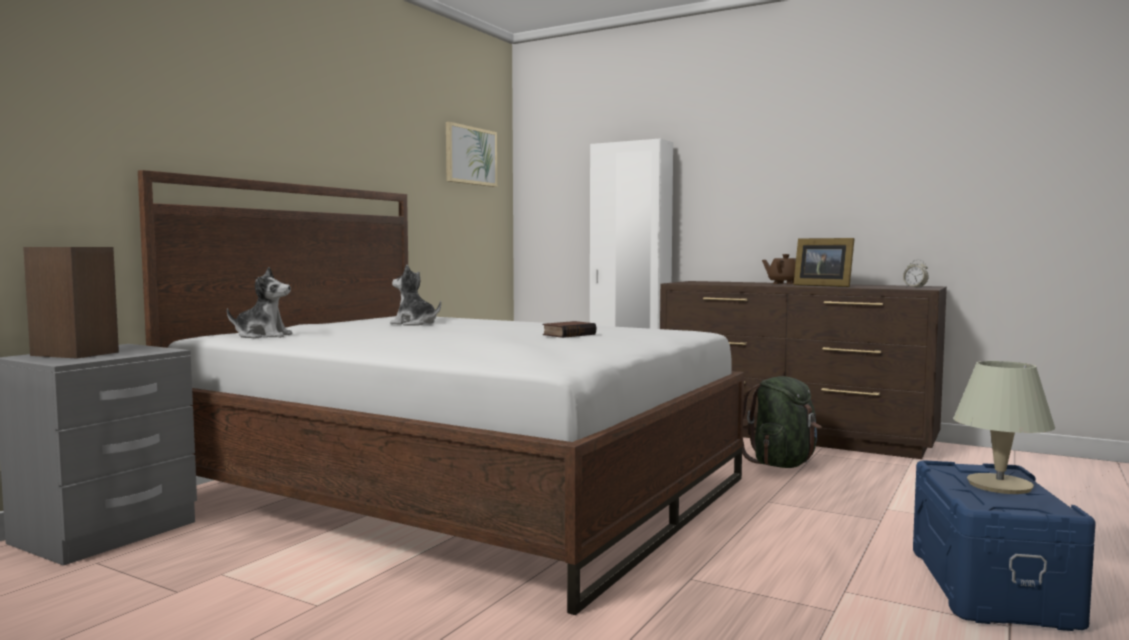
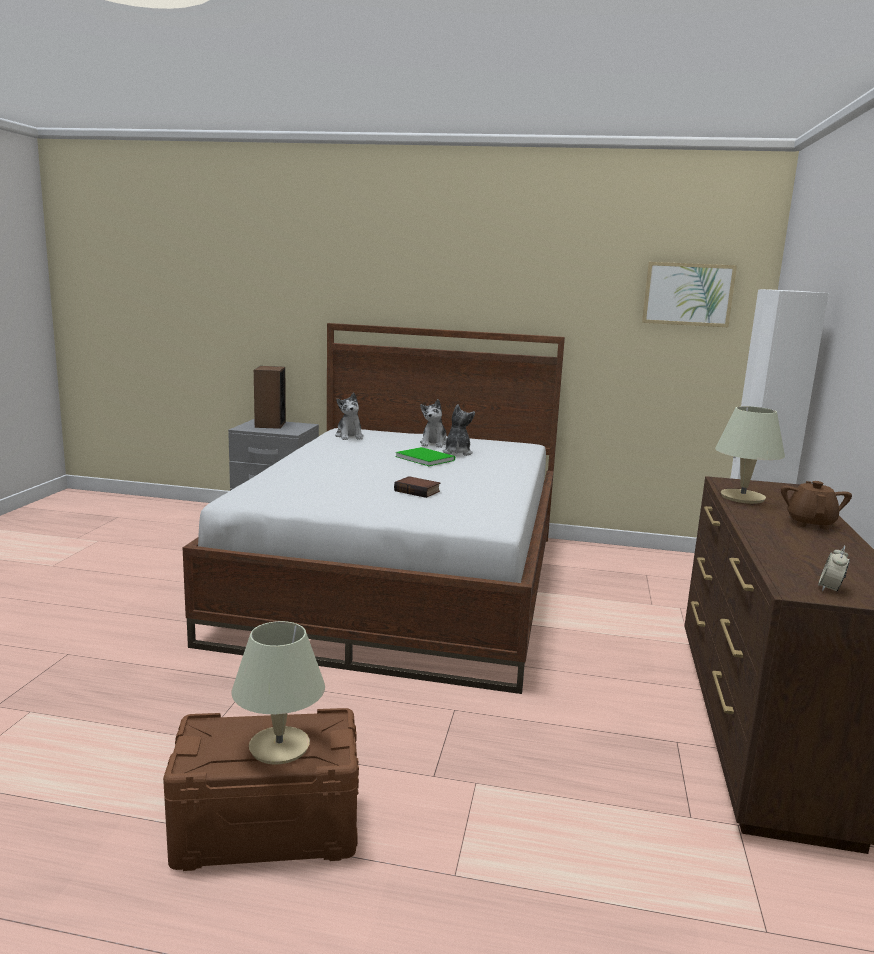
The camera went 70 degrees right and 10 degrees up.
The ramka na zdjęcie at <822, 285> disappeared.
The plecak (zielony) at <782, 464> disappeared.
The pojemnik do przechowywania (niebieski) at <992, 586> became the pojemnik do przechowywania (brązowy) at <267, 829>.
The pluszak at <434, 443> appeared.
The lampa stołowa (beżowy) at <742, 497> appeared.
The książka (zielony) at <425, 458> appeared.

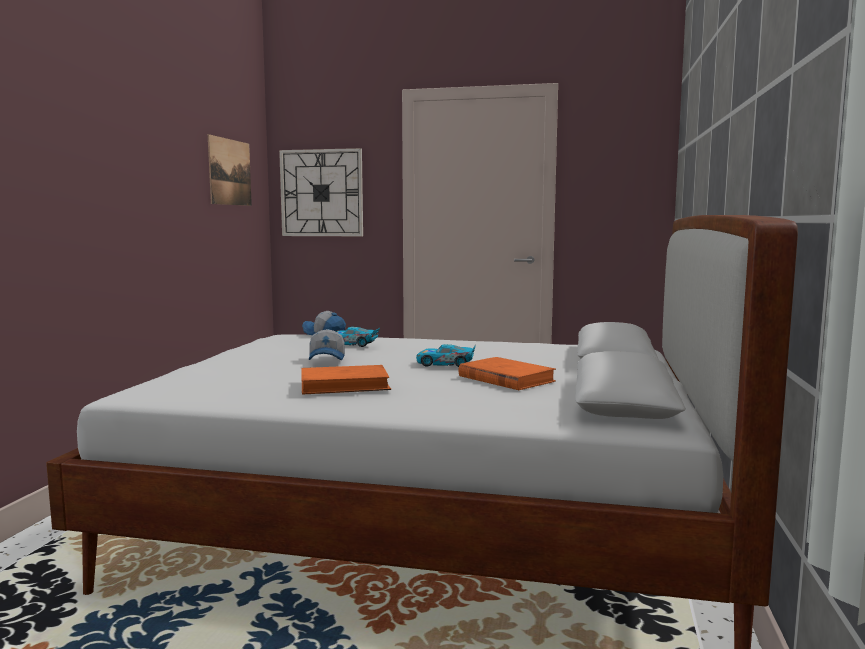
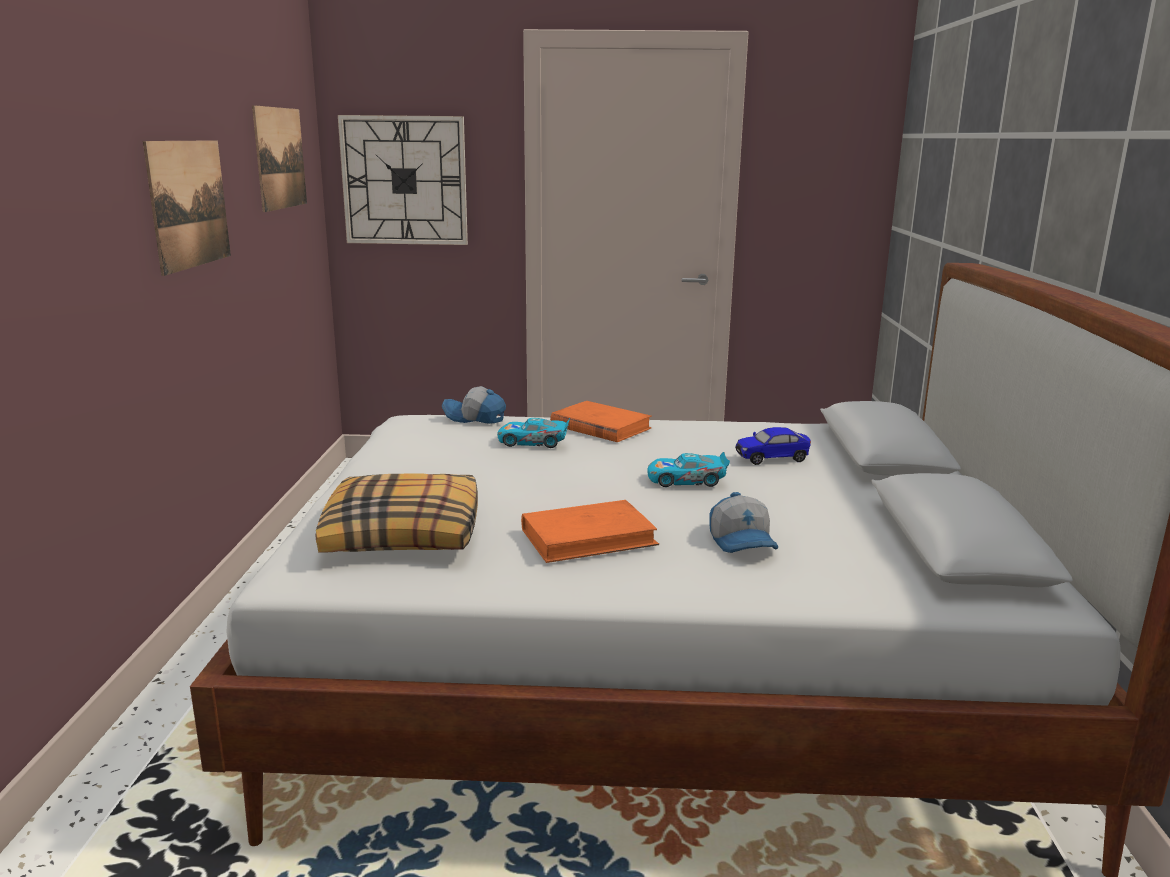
The camera went 10 degrees left and 10 degrees up.
The czapka z daszkiem moved from <328, 358> to <743, 542>.
The książka (pomarańczowy) moved from <505, 379> to <600, 427>.
The obraz at <189, 204> appeared.
The samochodzik at <771, 458> appeared.
The poduszka at <404, 533> appeared.

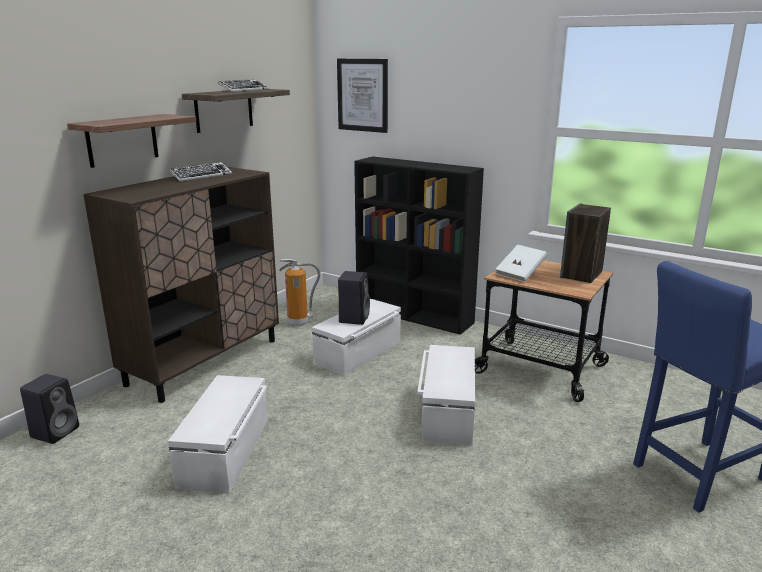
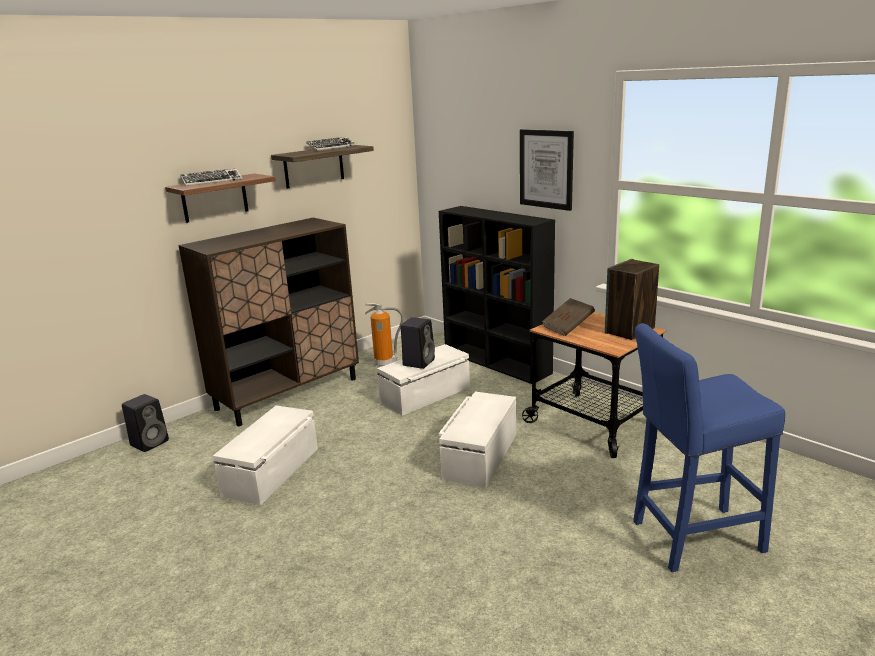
The camera went 15 degrees right and 0 degrees up.
The obraz moved from <362, 95> to <546, 169>.
The klawiatura moved from <201, 176> to <212, 181>.
The książka (biały) at <520, 274> became the książka (brązowy) at <568, 327>.

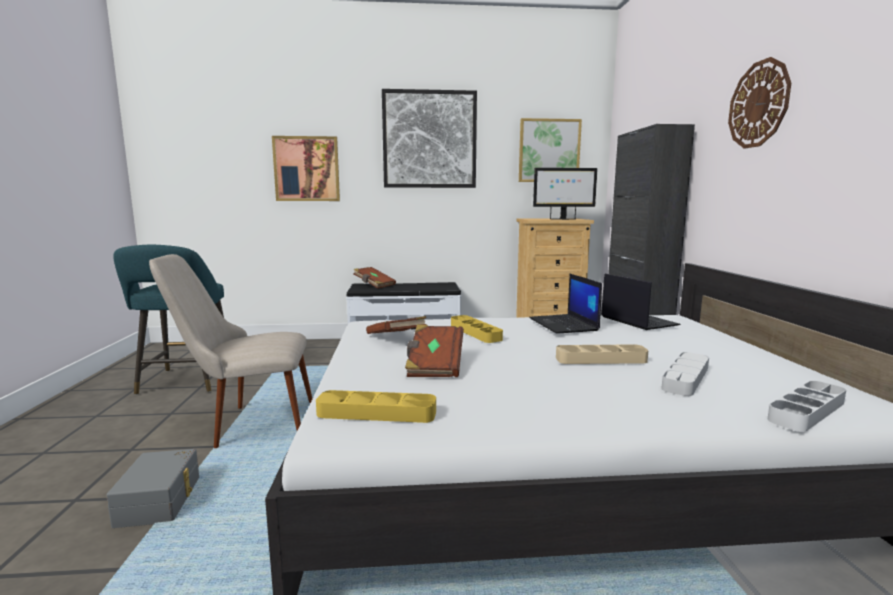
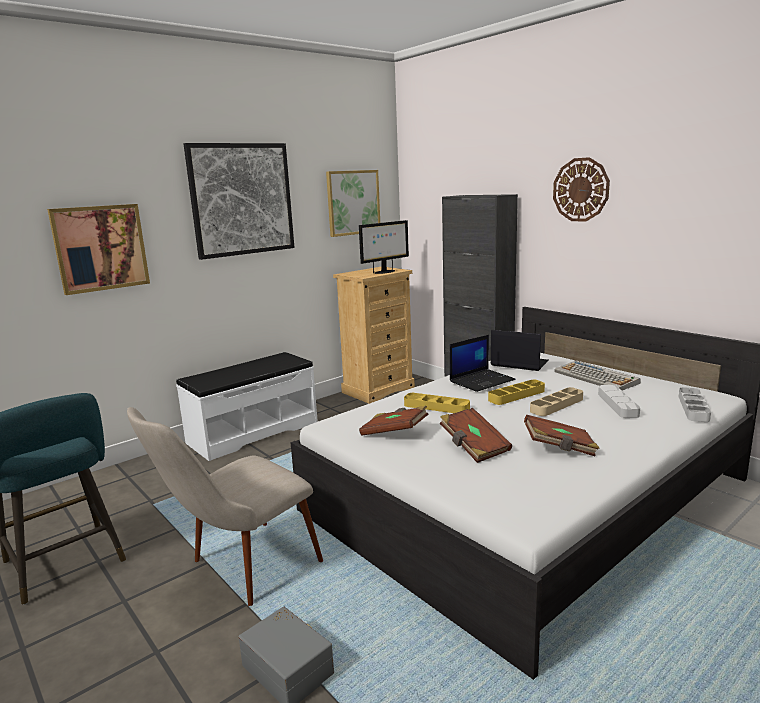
The camera went 35 degrees left and 5 degrees up.
The książka (brązowy) moved from <374, 285> to <559, 448>.
The laptop at <564, 324> turned 75 degrees counterclockwise.
The taca (żółty) moved from <376, 413> to <516, 395>.
The klawiatura at <596, 377> appeared.

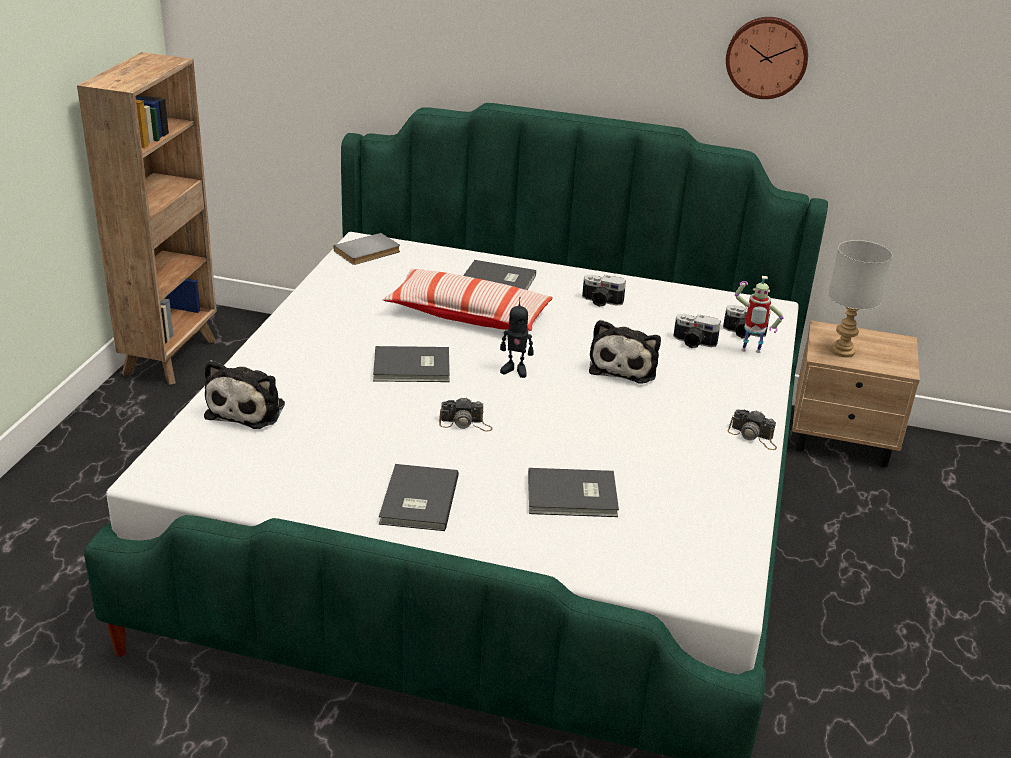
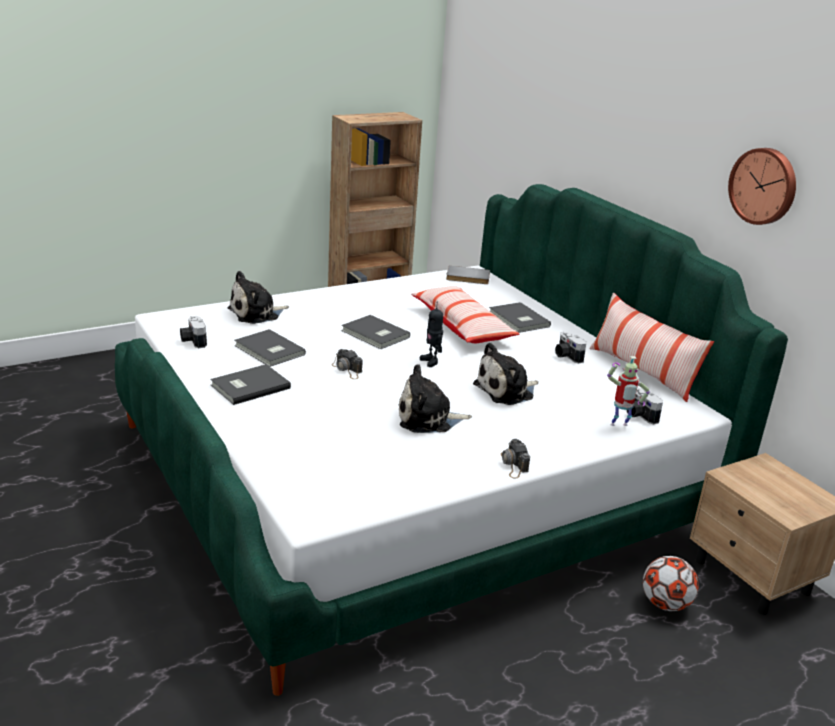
The camera went 45 degrees right and 5 degrees down.
The lampa stołowa (szary) at <842, 351> disappeared.
The robot zabawkowy at <750, 352> turned 60 degrees counterclockwise.
The aparat fotograficzny moved from <693, 343> to <192, 341>.
The książka (szary) moved from <573, 497> to <268, 351>.
The poduszka at <642, 372> appeared.
The pluszak at <428, 419> appeared.
The piłka futbolowa at <665, 604> appeared.

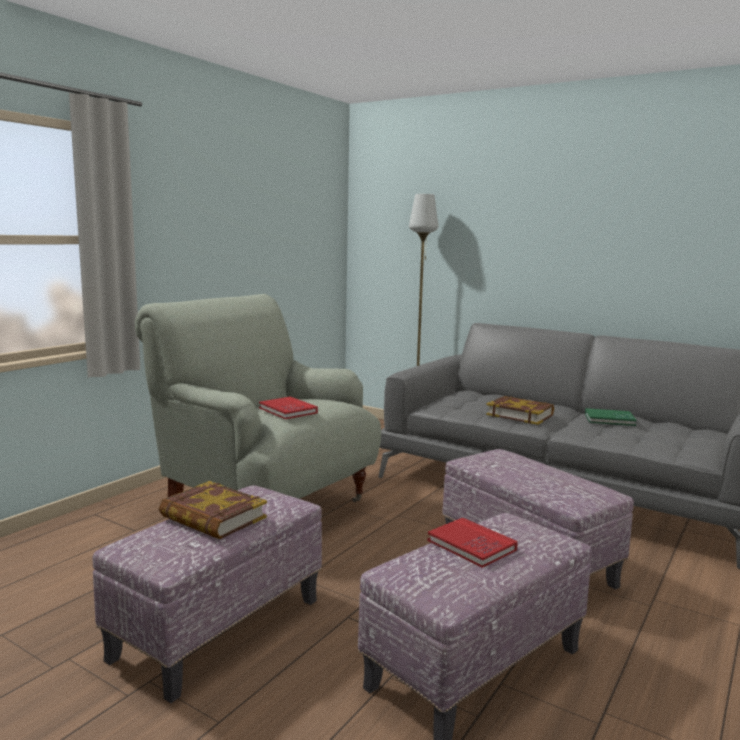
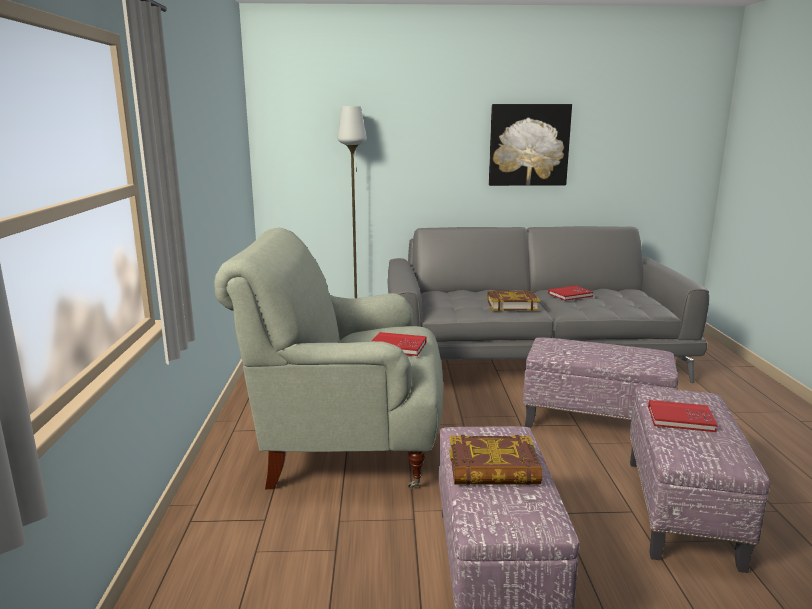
The camera went 35 degrees left and 5 degrees up.
The książka (zielony) at <609, 419> became the książka (czerwony) at <570, 295>.
The obraz at <528, 145> appeared.

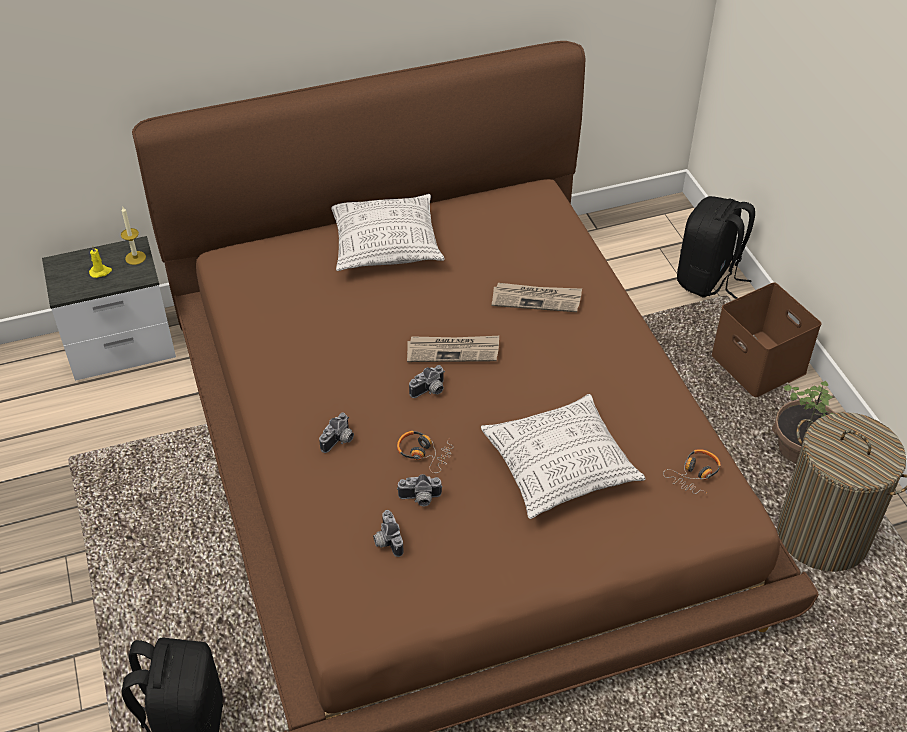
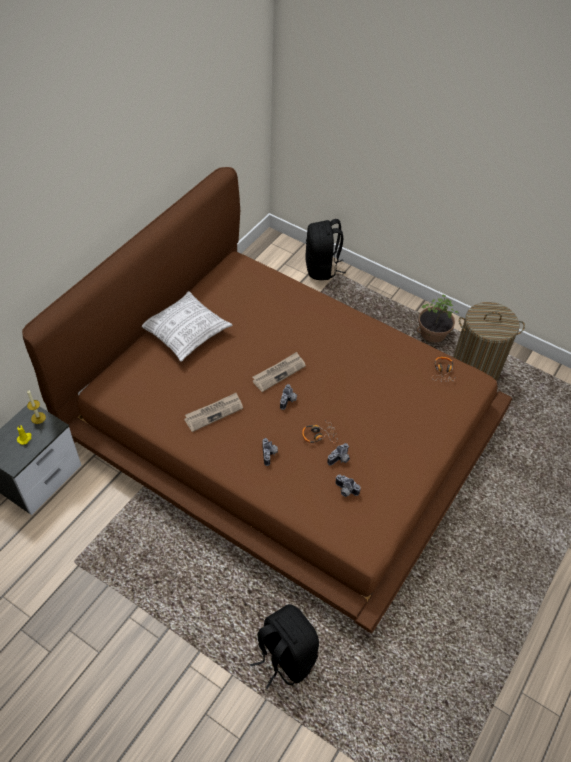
The camera went 40 degrees left and 5 degrees up.
The pojemnik do przechowywania (brązowy) at <760, 365> disappeared.
The gazeta moved from <536, 299> to <214, 412>.
The poduszka at <560, 467> disappeared.

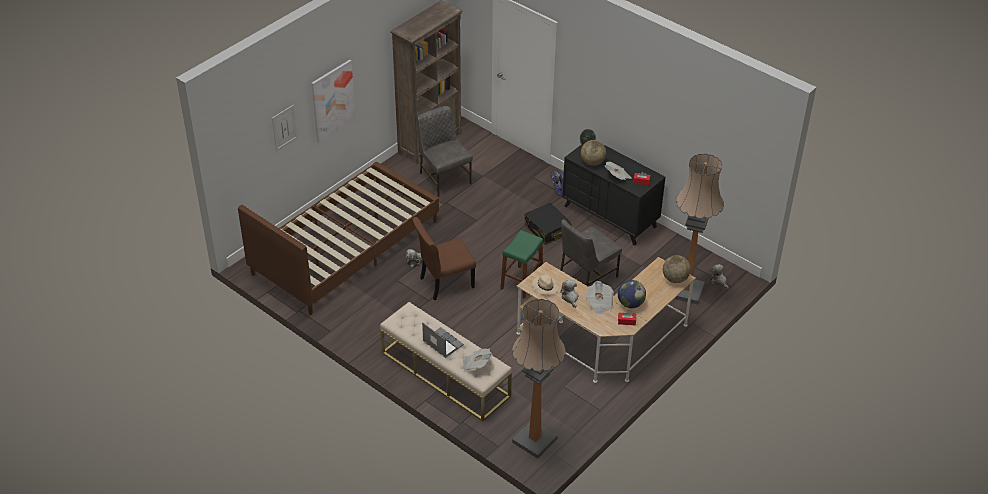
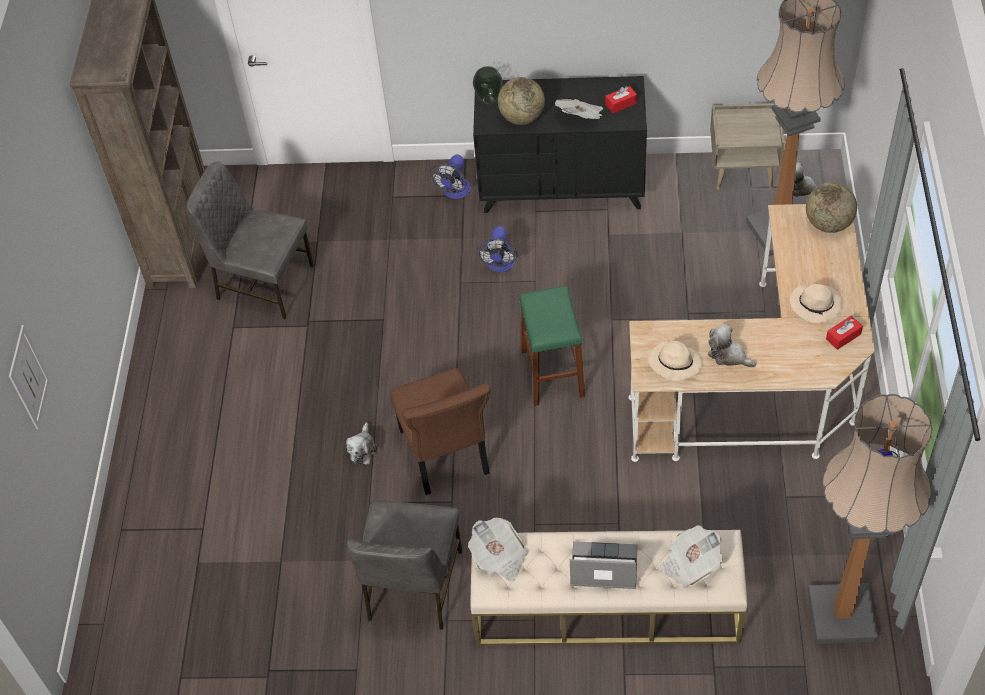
The camera went 35 degrees left and 10 degrees up.
The obraz at <332, 100> disappeared.
The łóżko (brązowy) at <345, 247> disappeared.
The walizka (czarny) at <547, 229> was replaced by the wentylator at <500, 265>.
The krzesło (brązowy) at <444, 283> turned 45 degrees counterclockwise.
The krzesło (szary) moved from <587, 276> to <412, 587>.
The globus at <630, 304> was replaced by the kapelusz (beżowy) at <816, 305>.
The gazeta moved from <599, 304> to <499, 557>.
The szafka nocna (beżowy) at <743, 172> appeared.

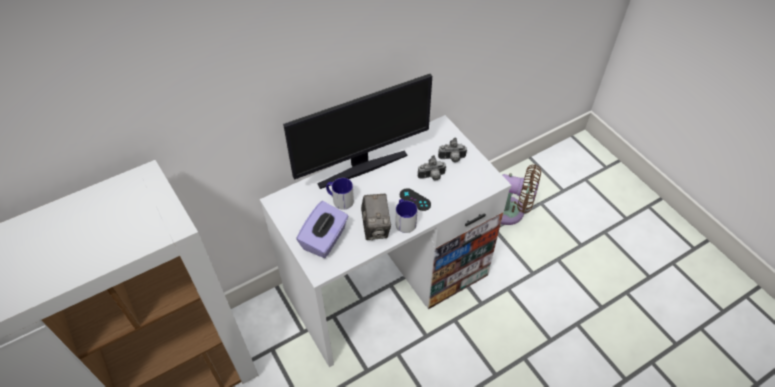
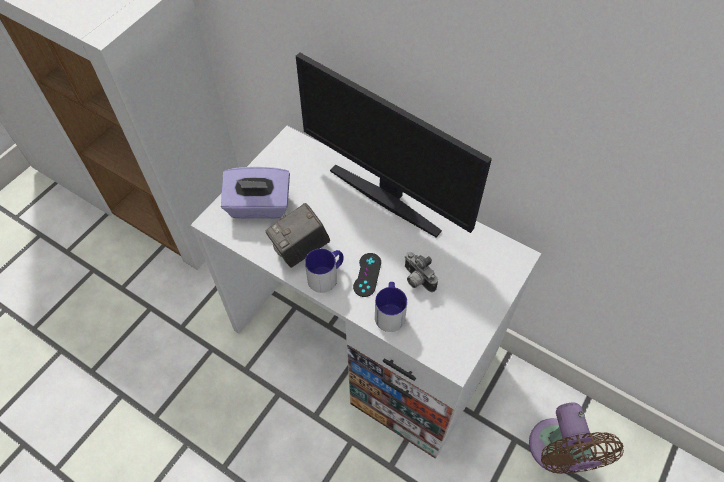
The camera went 65 degrees right and 5 degrees up.
The aparat fotograficzny at <452, 159> disappeared.
The kubek moved from <339, 199> to <390, 312>.

